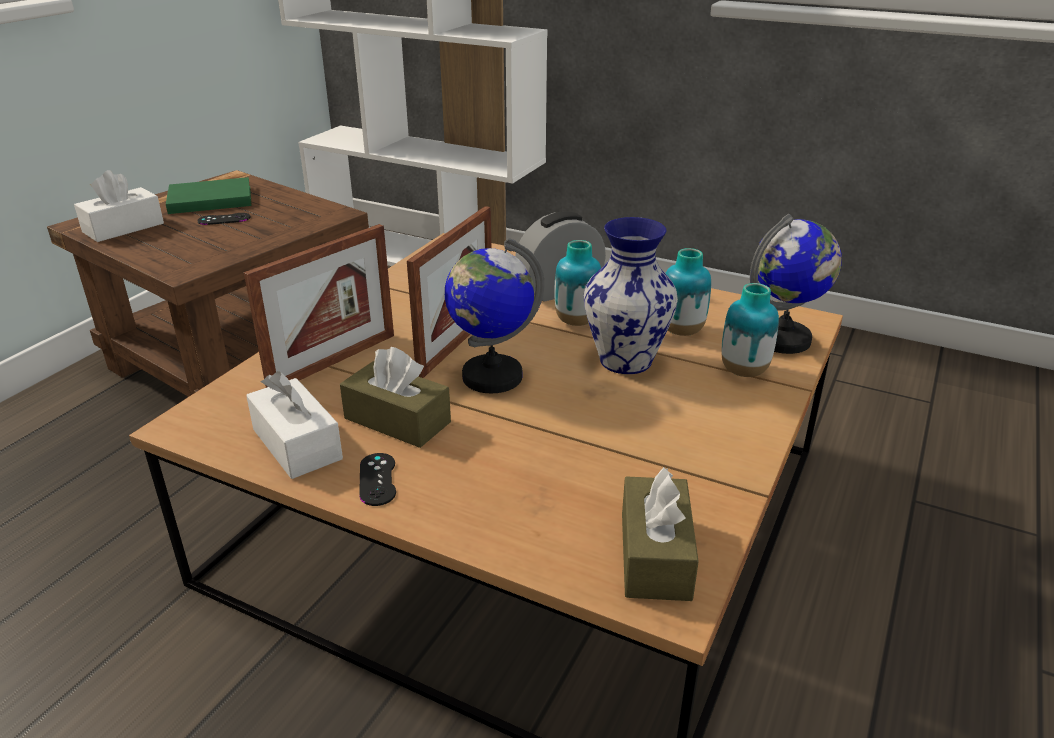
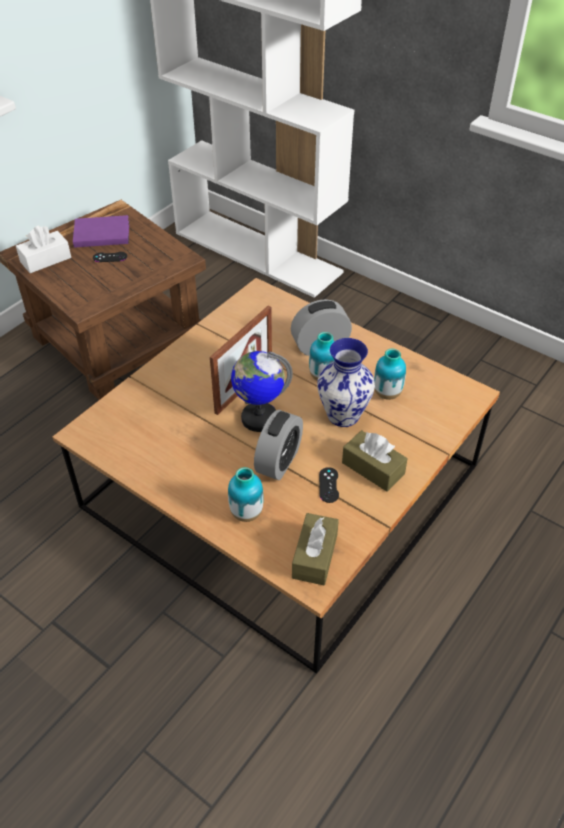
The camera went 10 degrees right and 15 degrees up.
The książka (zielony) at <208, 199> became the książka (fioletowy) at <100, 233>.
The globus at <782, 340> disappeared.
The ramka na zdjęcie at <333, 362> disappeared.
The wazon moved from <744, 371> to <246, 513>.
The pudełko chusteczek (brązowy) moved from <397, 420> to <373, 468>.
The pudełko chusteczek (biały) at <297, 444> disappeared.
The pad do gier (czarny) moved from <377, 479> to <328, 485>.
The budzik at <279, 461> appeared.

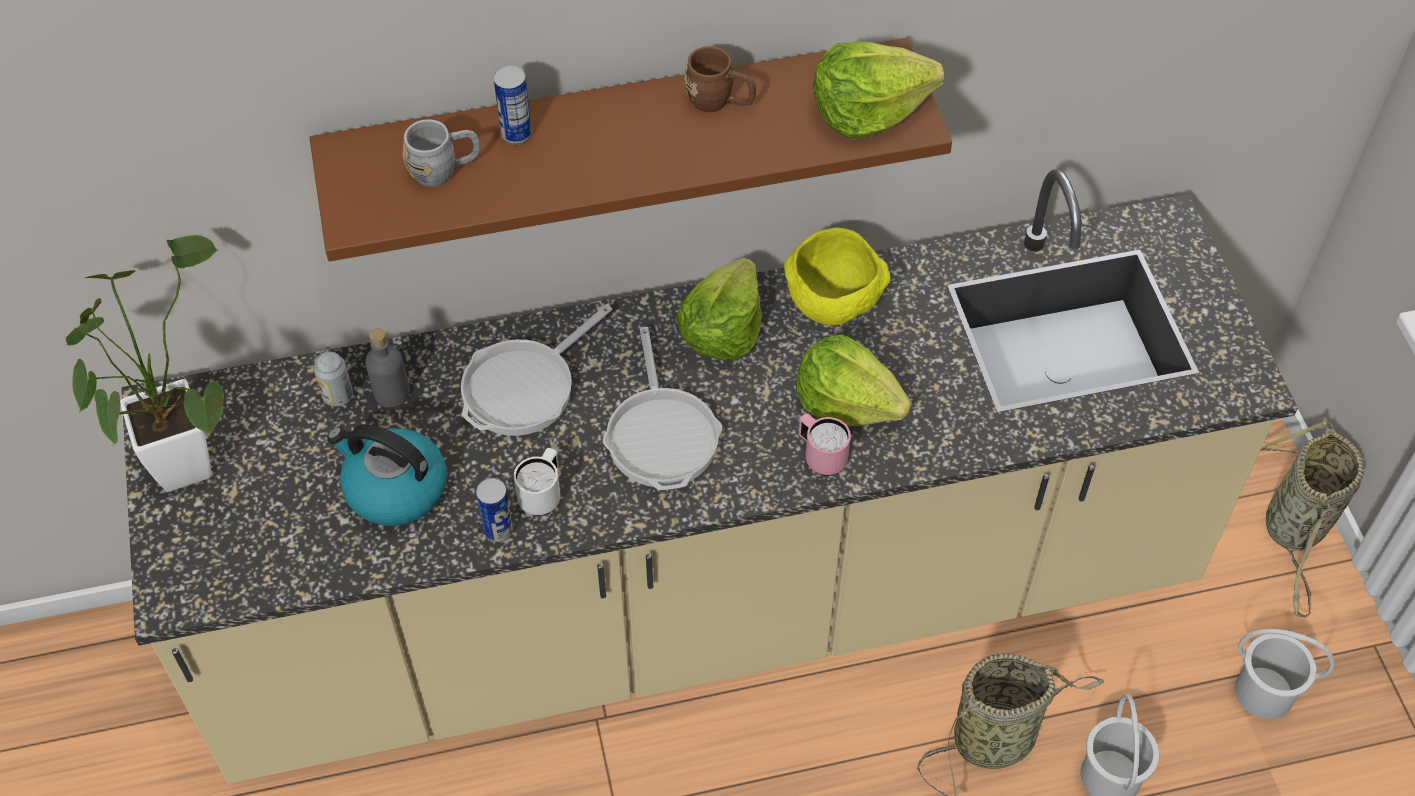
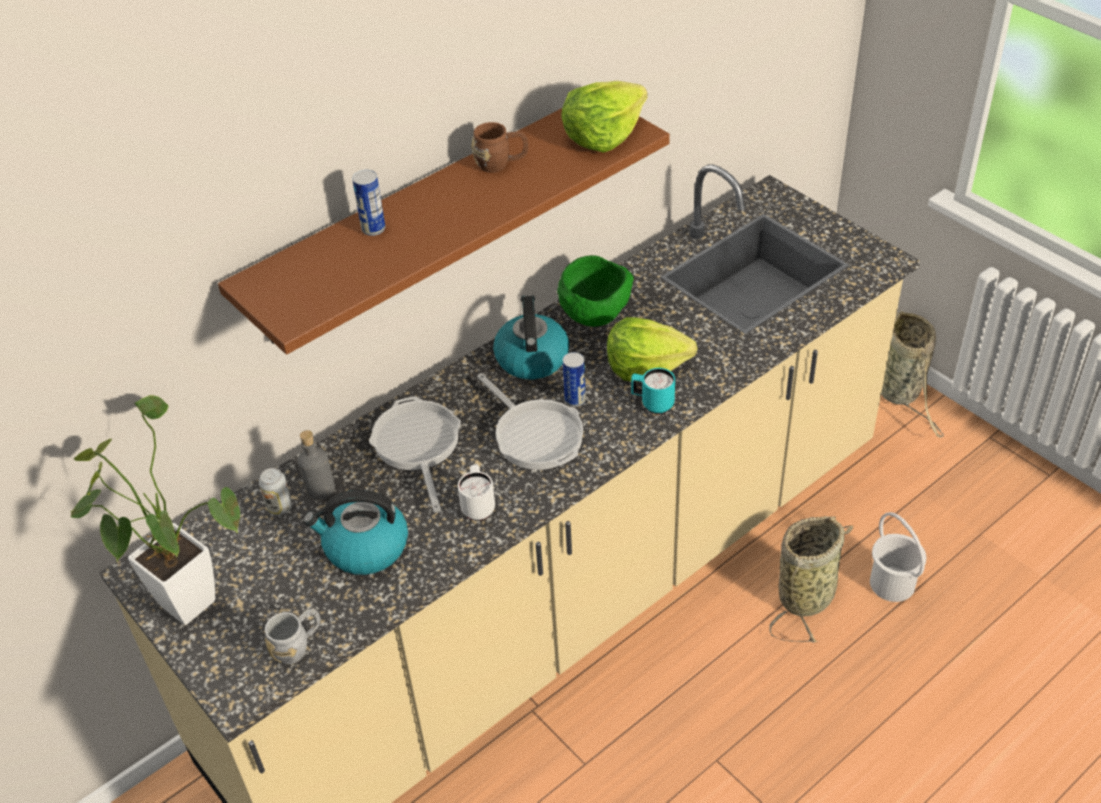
The camera went 25 degrees left and 10 degrees down.
The kubek (szary) moved from <444, 170> to <298, 646>.
The miska (żółty) at <834, 303> became the miska (zielony) at <595, 314>.
The sałata at <722, 329> was replaced by the czajnik at <531, 357>.
The patelnia at <525, 387> turned 150 degrees clockwise.
The kubek (różowy) at <820, 457> became the kubek (turkusowy) at <652, 404>.
The puszka moved from <498, 530> to <575, 400>.
The wiadro (biały) at <1264, 693> disappeared.

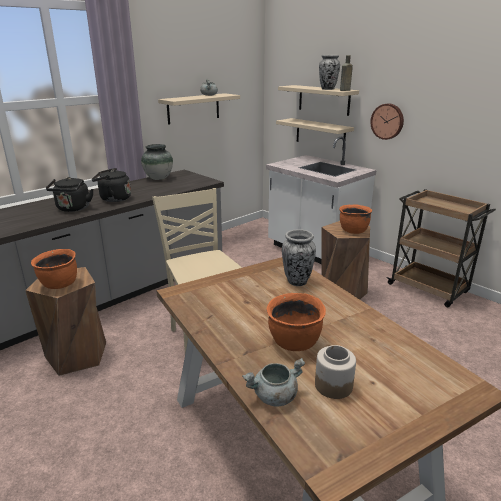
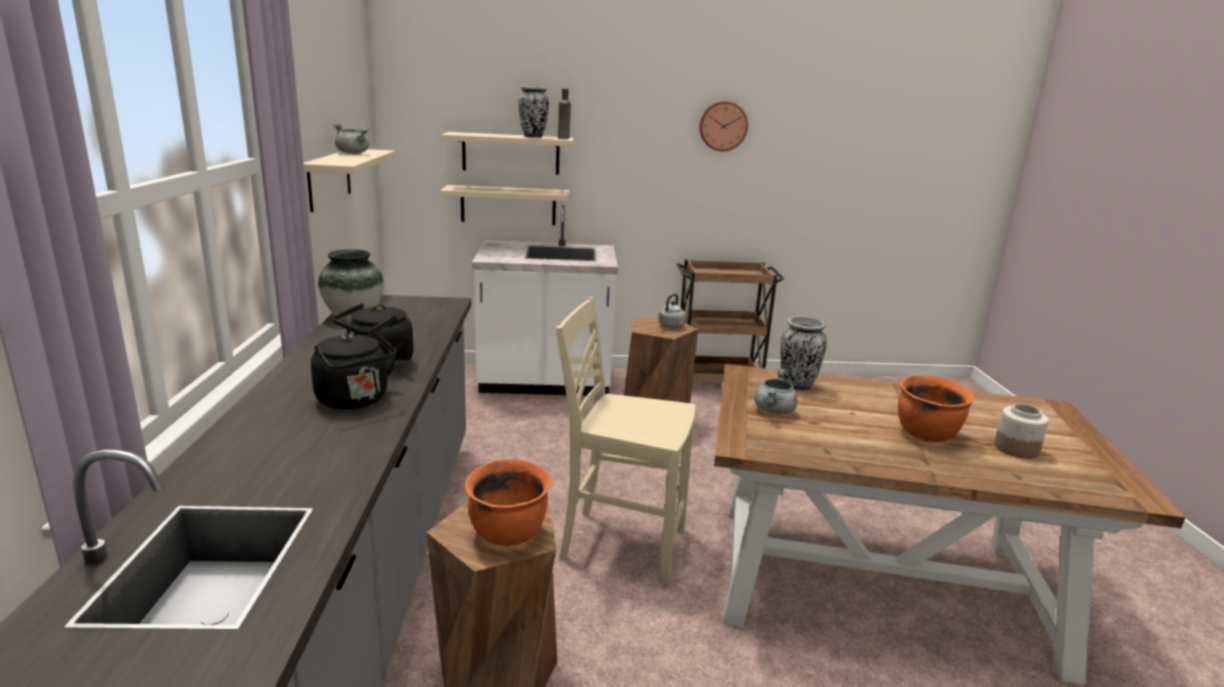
The camera went 50 degrees left and 5 degrees down.
The zegar ścienny moved from <387, 121> to <723, 126>.
The garnek (pomarańczowy) at <353, 231> was replaced by the czajnik (szary) at <670, 326>.
The garnek (szary) moved from <274, 397> to <774, 411>.

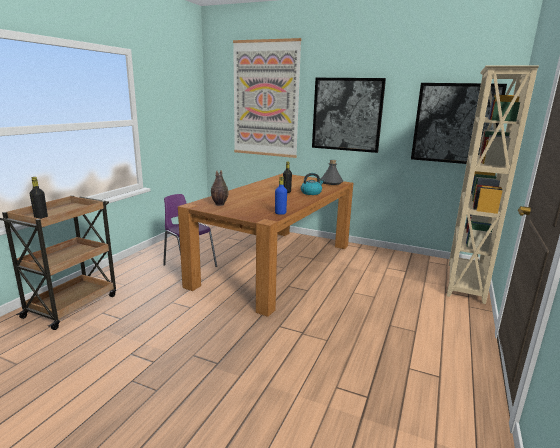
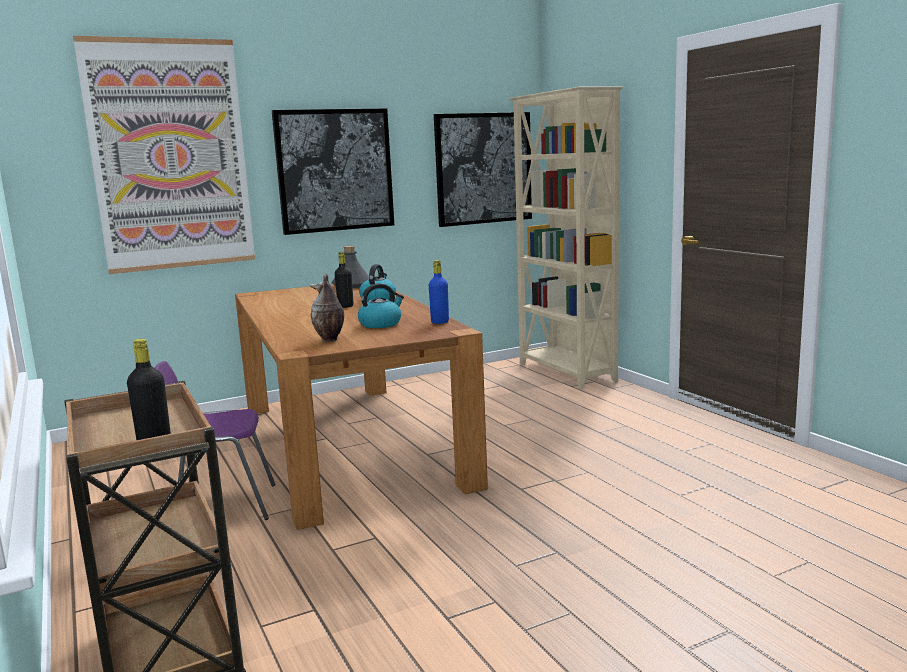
The camera went 50 degrees left and 5 degrees down.
The czajnik at <381, 324> appeared.

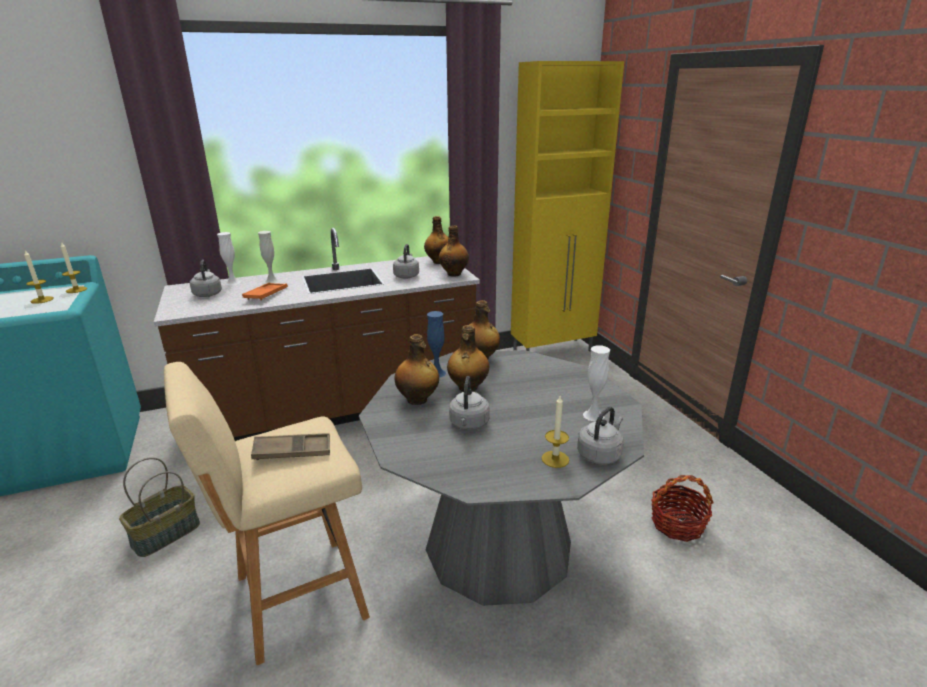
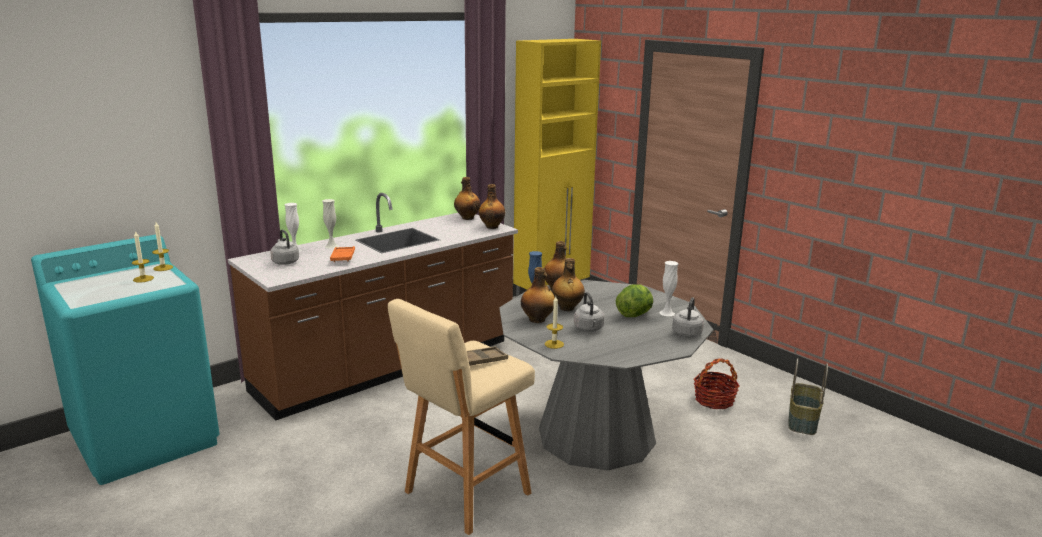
The camera went 20 degrees left and 5 degrees down.
The czajnik (szary) at <406, 276> disappeared.
The świeca moved from <555, 459> to <554, 344>.
The koszyk moved from <166, 535> to <803, 421>.
The sałata at <634, 315> appeared.

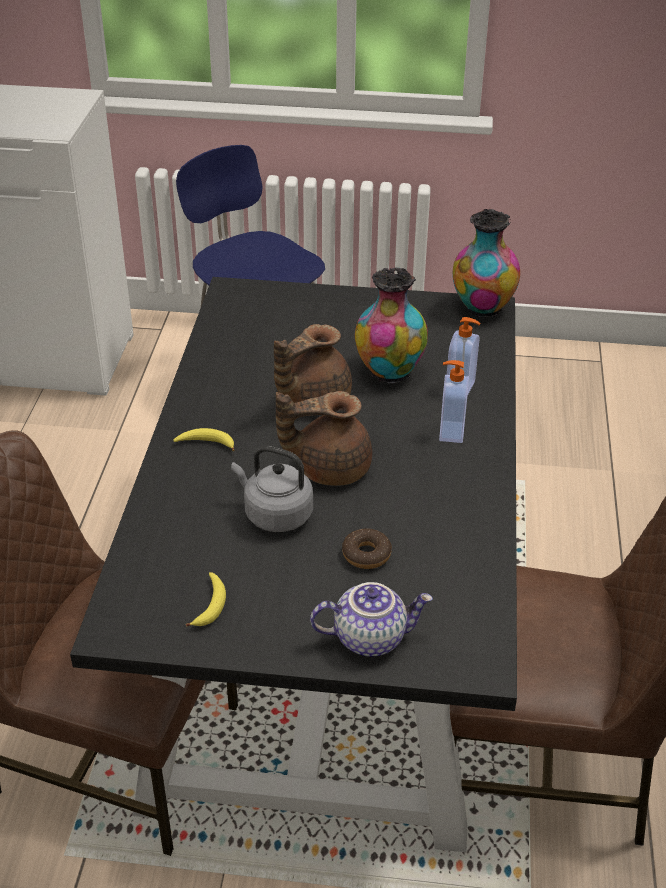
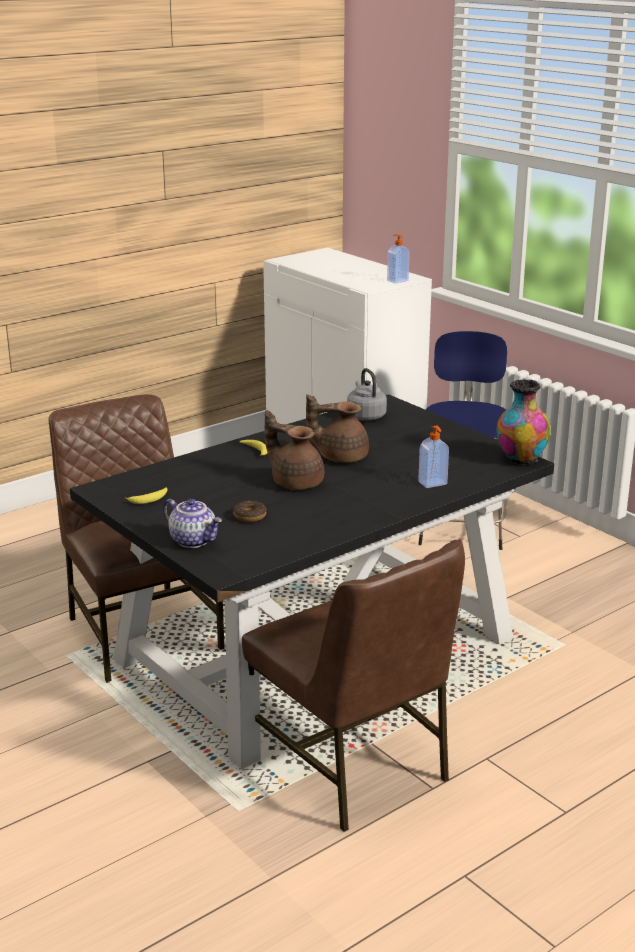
The camera went 45 degrees right and 15 degrees down.
The wazon at <389, 371> disappeared.
The dozownik mydła moved from <450, 432> to <397, 280>.
The czajnik (szary) moved from <275, 514> to <365, 416>.

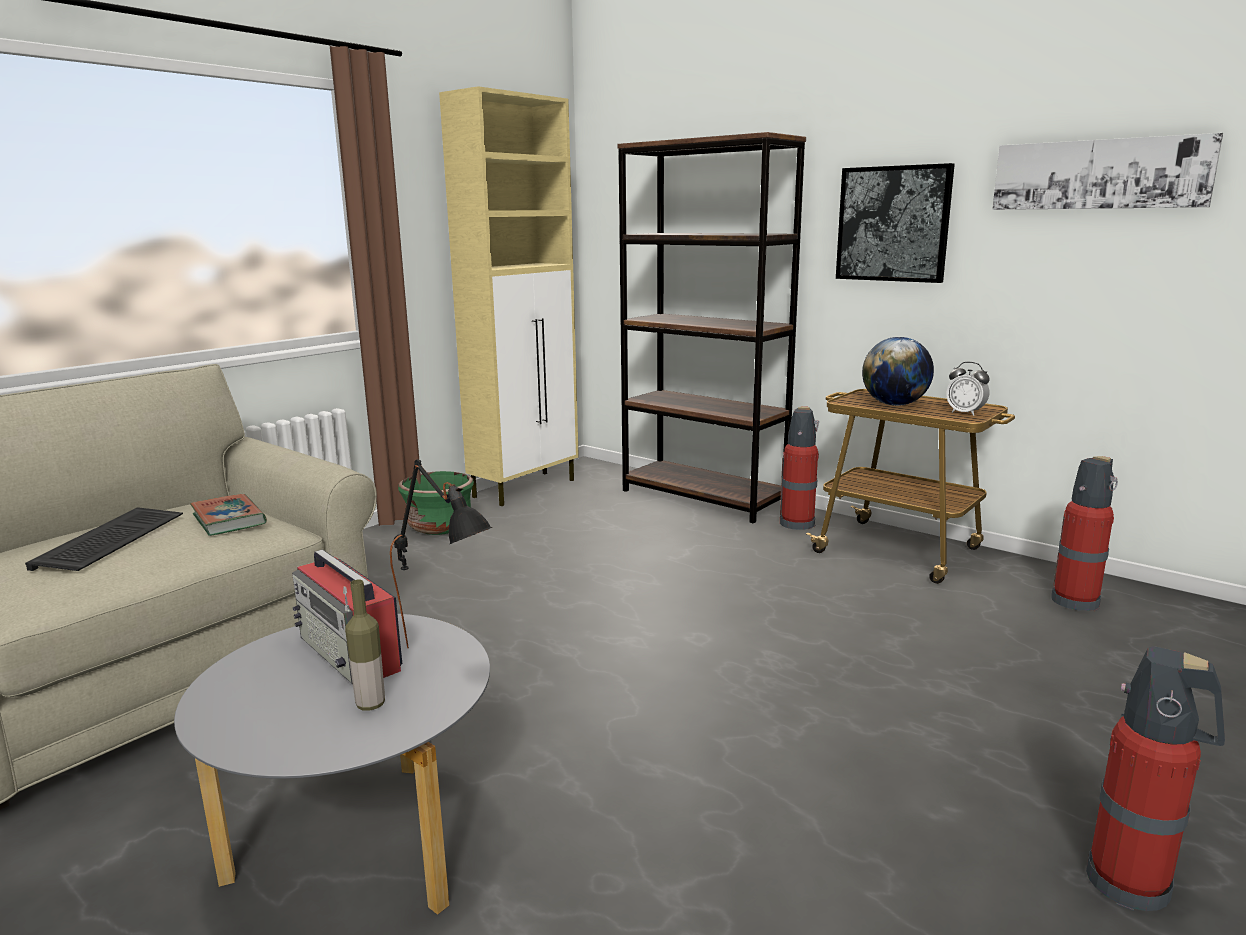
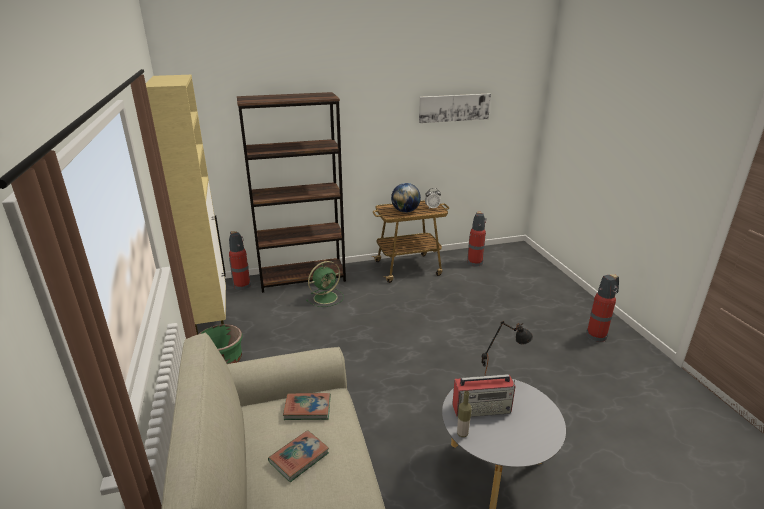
The camera went 55 degrees left and 10 degrees up.
The obraz at <893, 224> disappeared.
The gaśnica moved from <797, 523> to <242, 285>.
The klawiatura at <111, 542> was replaced by the książka at <299, 458>.
The butelka moved from <370, 704> to <462, 433>.
The wentylator (zielony) at <326, 297> appeared.

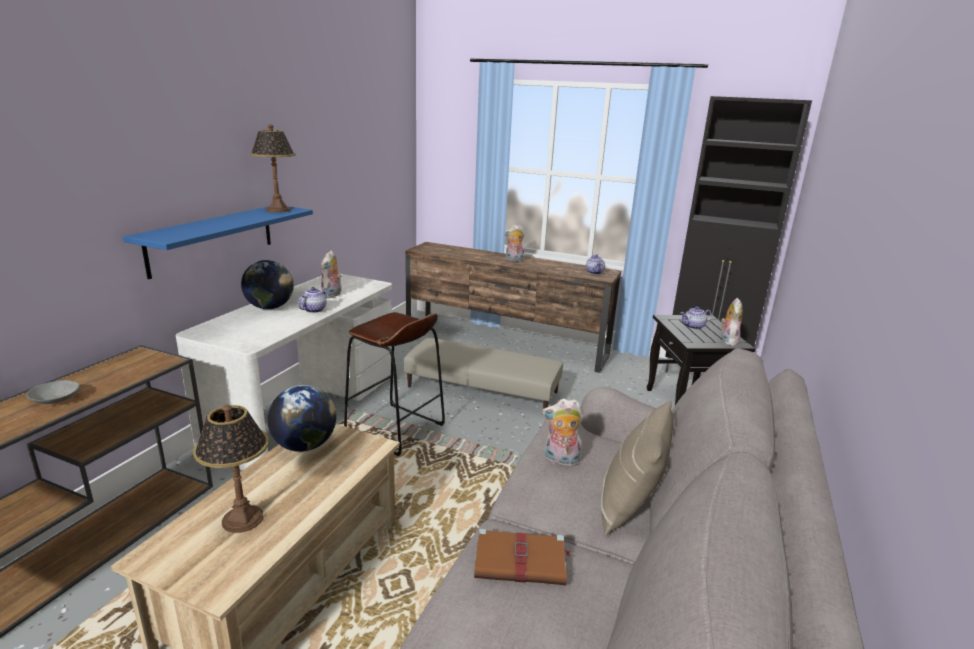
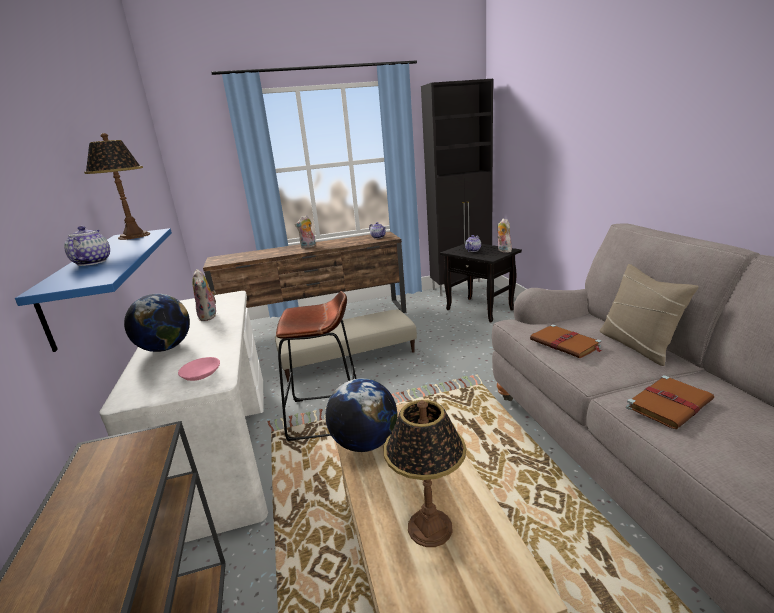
The camera went 35 degrees left and 0 degrees up.
The imbryk moved from <314, 309> to <92, 262>.
The miska (szary) at <56, 399> disappeared.
The pluszak at <560, 461> was replaced by the książka (brązowy) at <565, 344>.
The miska (różowy) at <200, 376> appeared.

